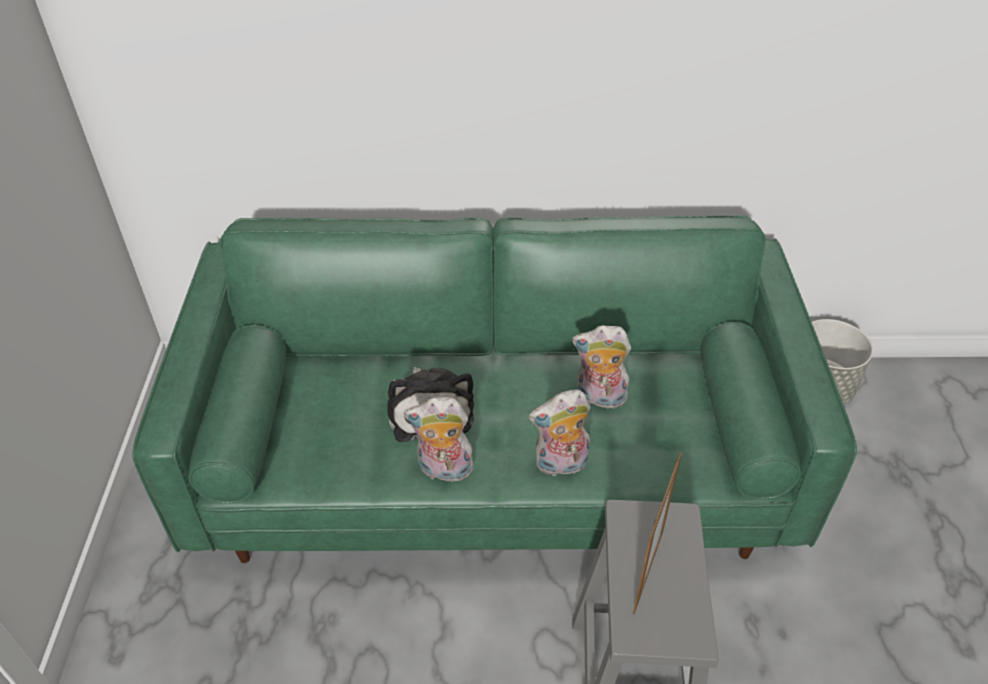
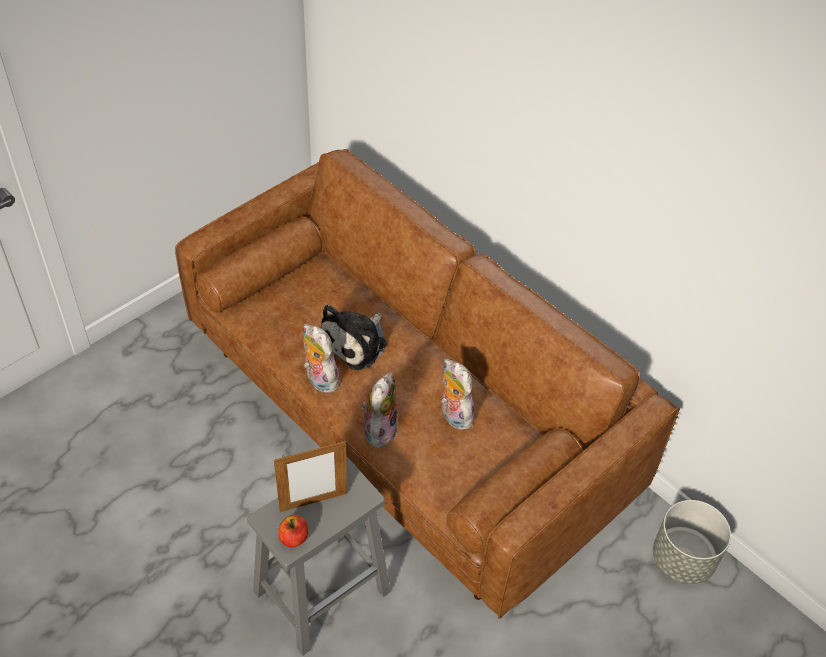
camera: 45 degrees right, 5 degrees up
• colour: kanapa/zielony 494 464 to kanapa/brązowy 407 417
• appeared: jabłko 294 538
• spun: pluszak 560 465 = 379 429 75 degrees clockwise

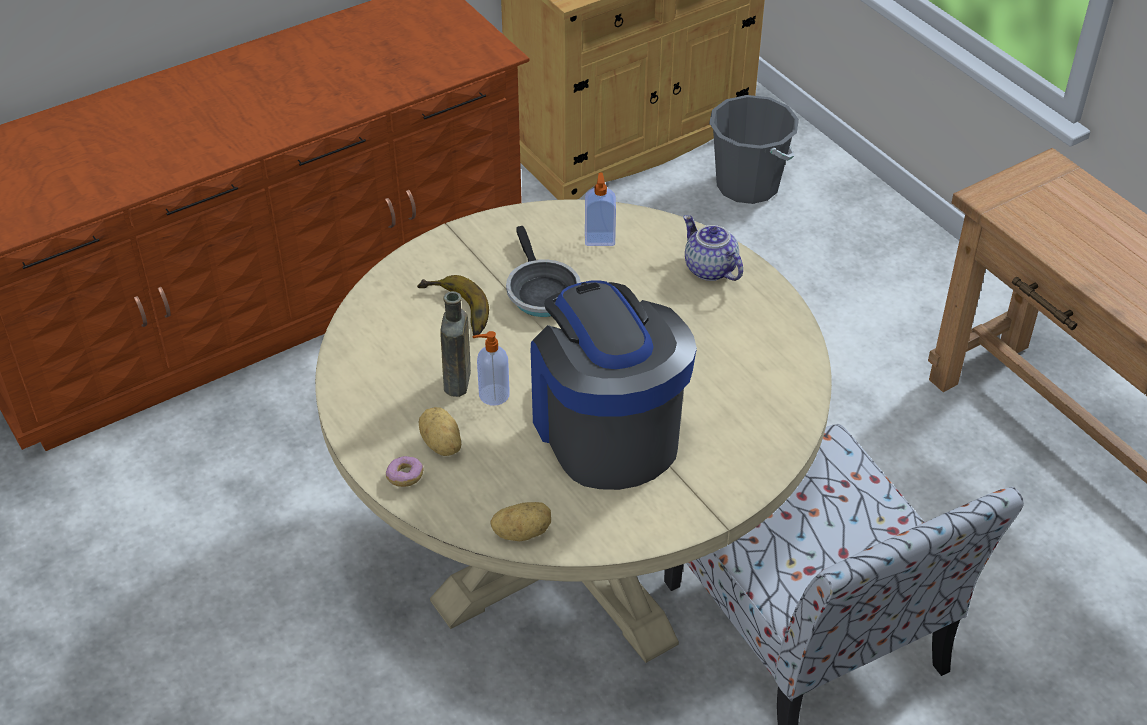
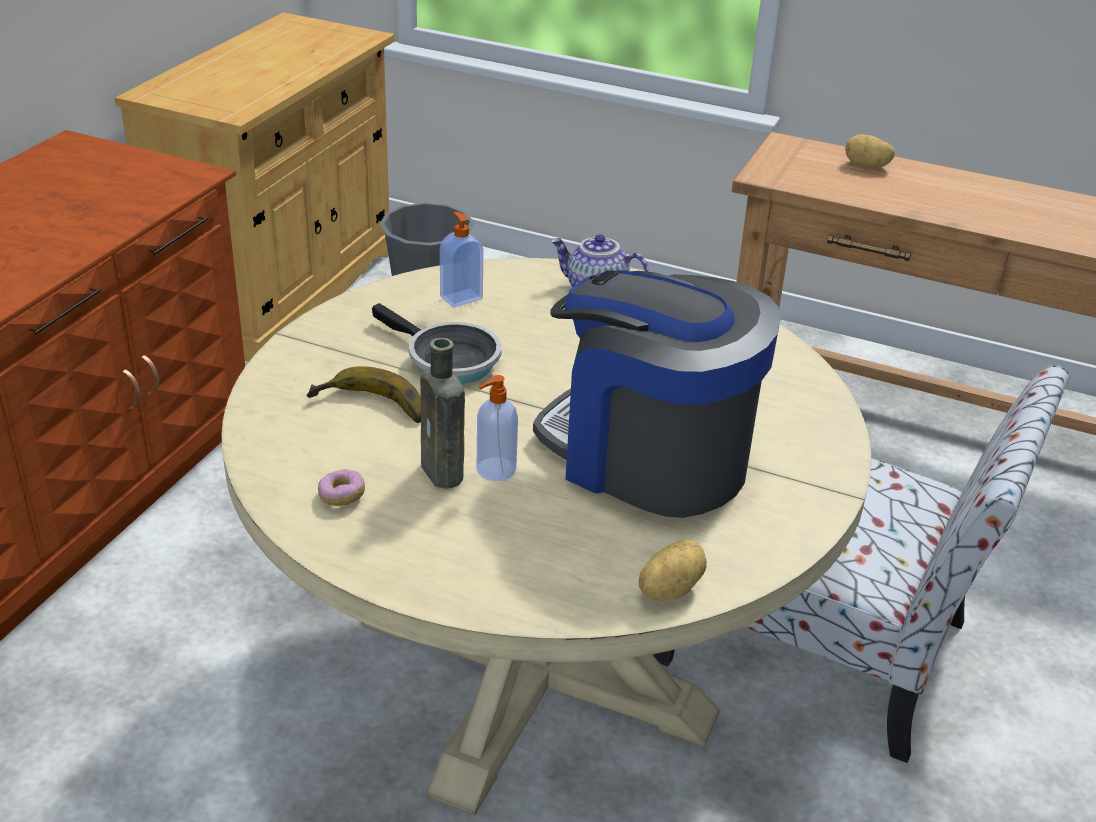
camera: 35 degrees left, 10 degrees down
• relocated: donut 405 477 to 342 496
• relocated: ziemniak 440 445 to 866 166

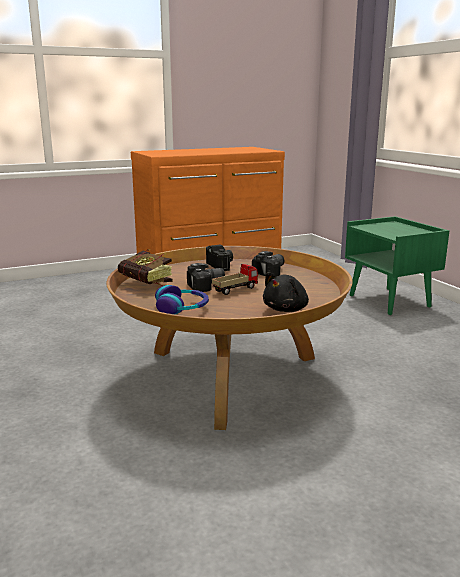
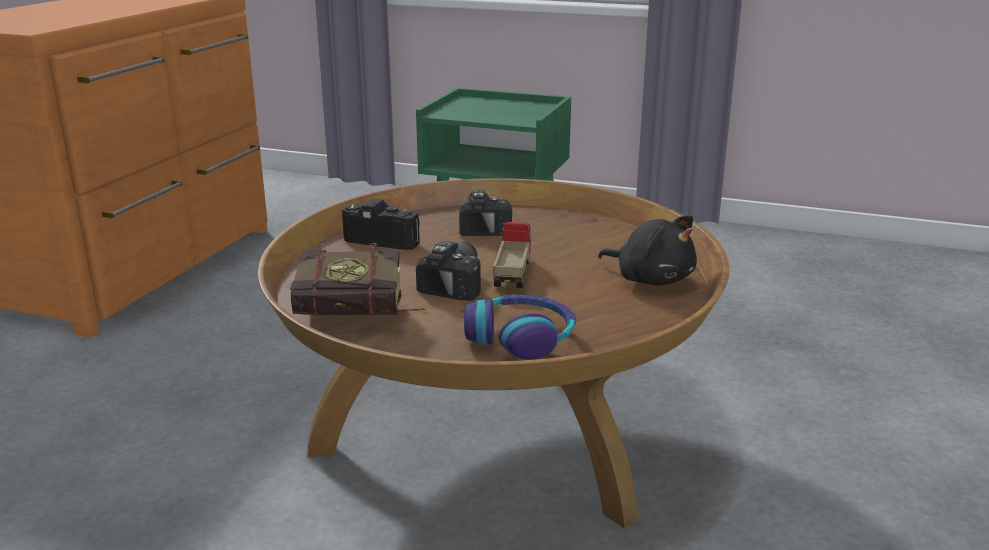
camera: 45 degrees left, 5 degrees up
• spun: pluszak/czarny 287 309 = 651 279 45 degrees counterclockwise

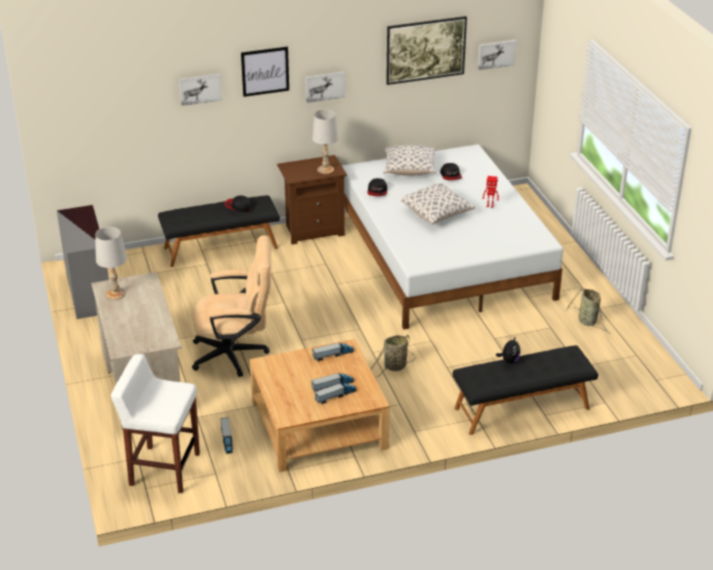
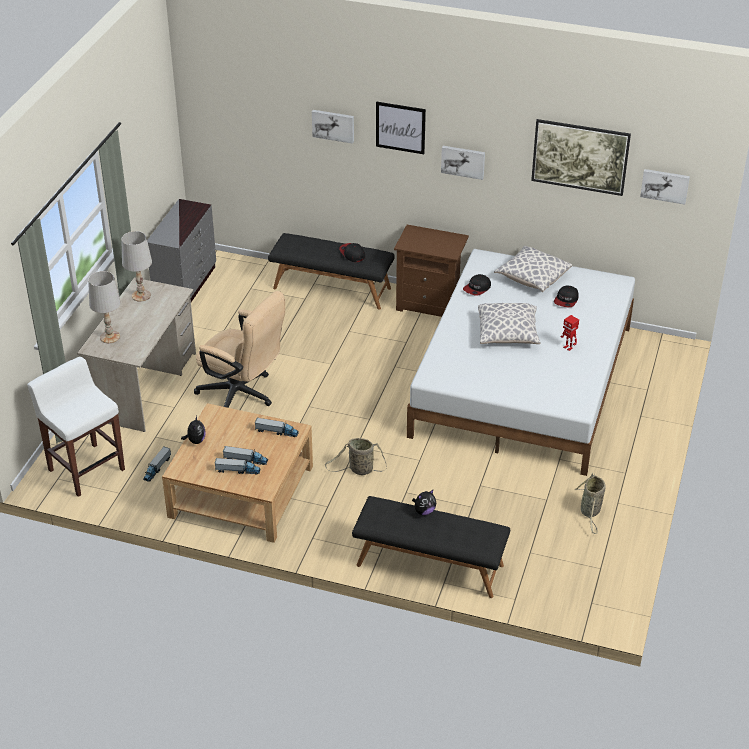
camera: 35 degrees right, 5 degrees up
• relocated: lampa stołowa/biały 325 169 to 110 337
• appeared: pluszak 195 441

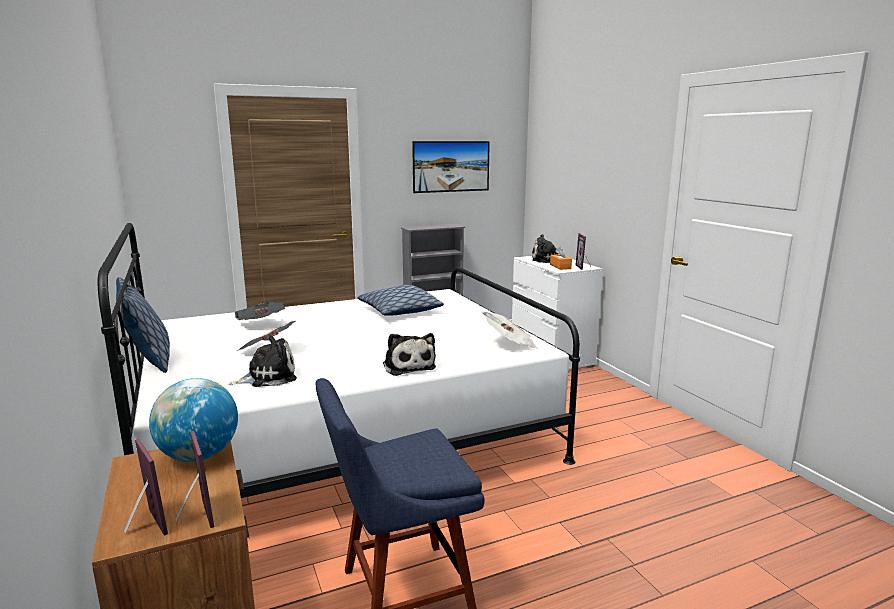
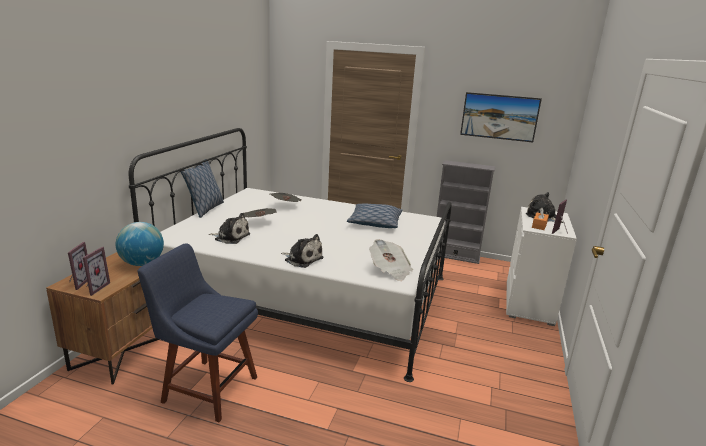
camera: 40 degrees right, 5 degrees up
• spun: pluszak 408 366 = 302 259 75 degrees counterclockwise

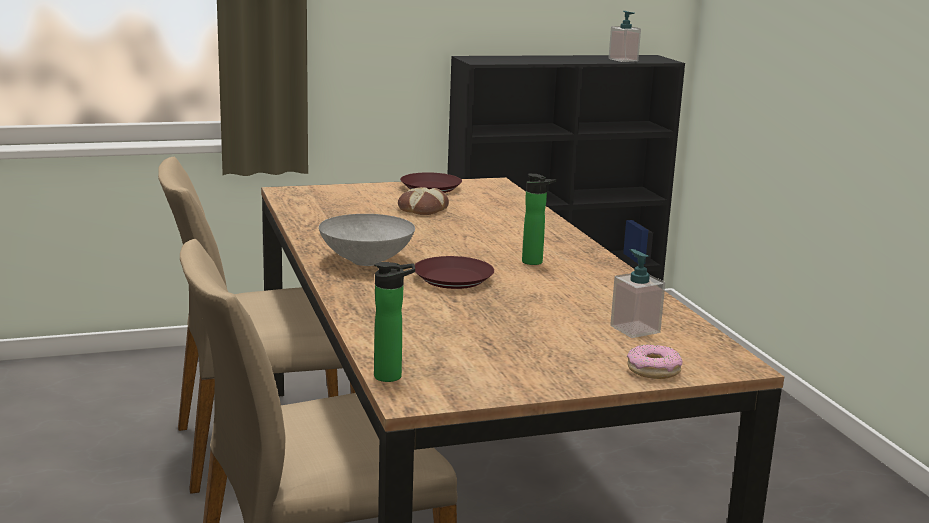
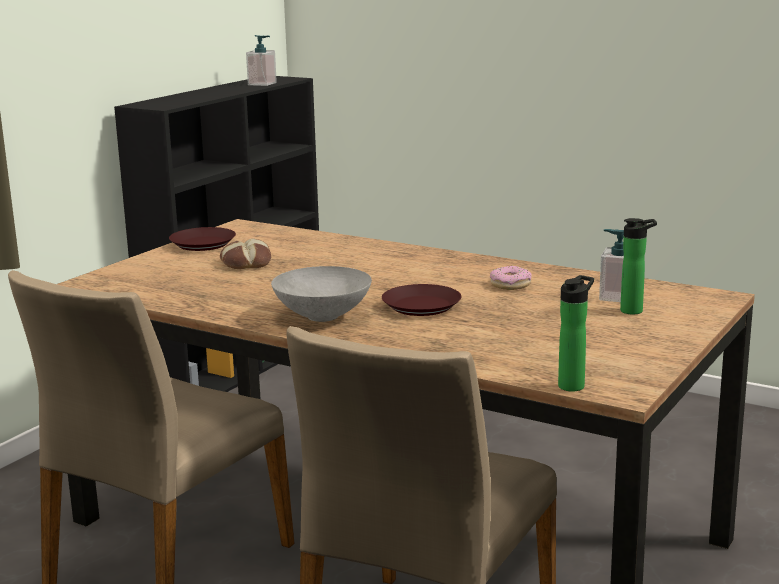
camera: 40 degrees left, 0 degrees up
• relocated: donut 653 370 to 510 285
• relocated: butelka 535 263 to 635 311

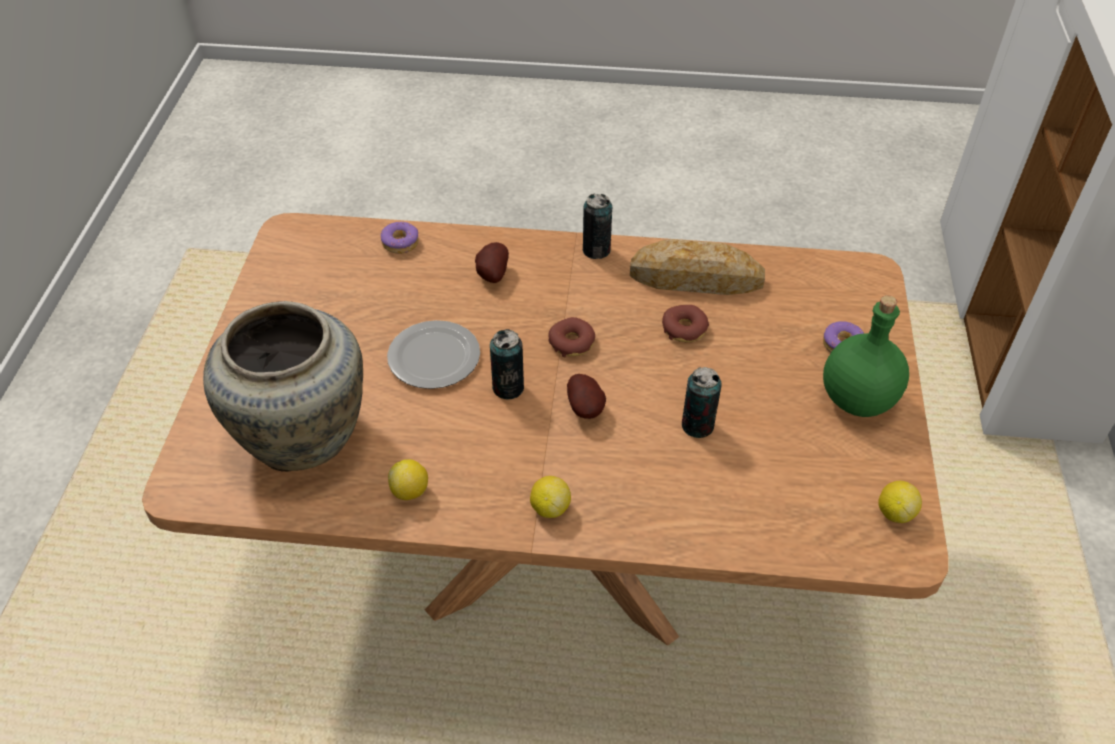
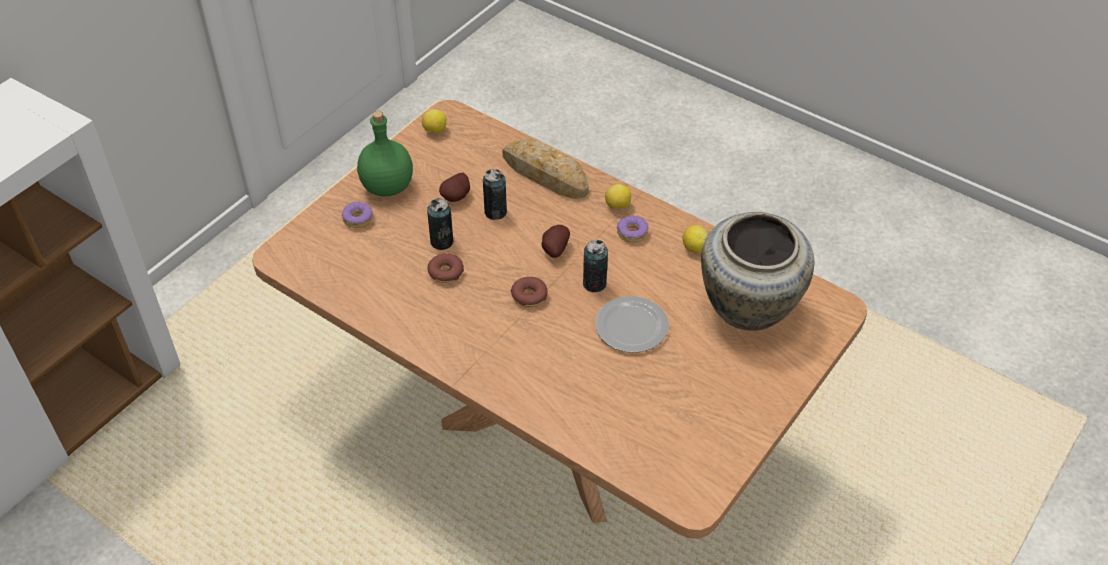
camera: 150 degrees left, 0 degrees up
• relocated: puszka 596 250 to 442 242
• relocated: ziemniak 491 274 to 457 197
• relocated: chleb 696 278 to 545 174
• relocated: donut 401 243 to 632 233

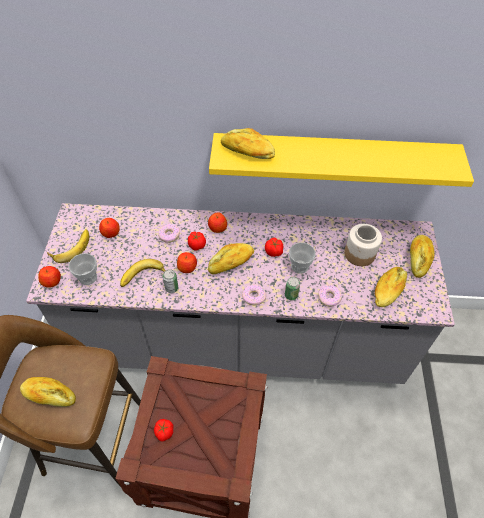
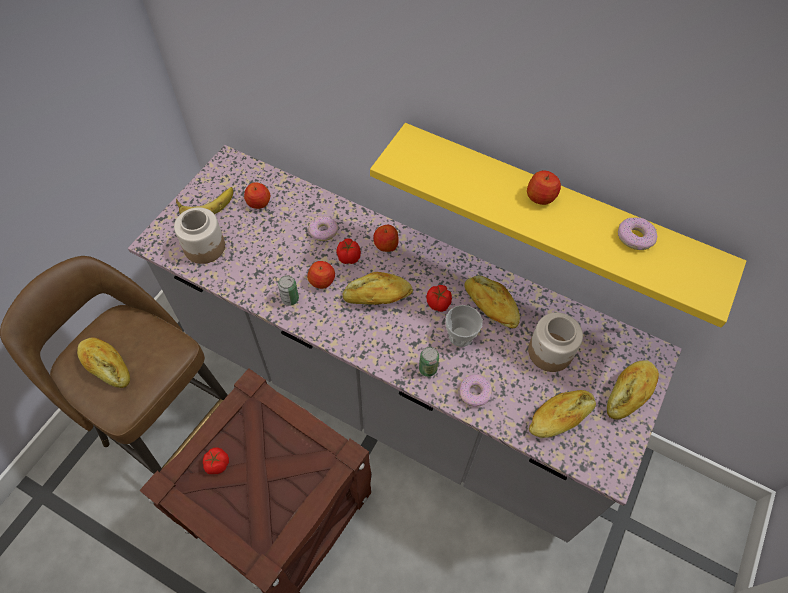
camera: 25 degrees right, 5 degrees up
• exchanged: filiżanka 88 277 to słoik 205 247
• relocated: chleb 247 152 to 490 306
• relocated: jabłko 52 281 to 541 196
• relocated: donut 253 296 to 635 237
• missing: banan 143 278

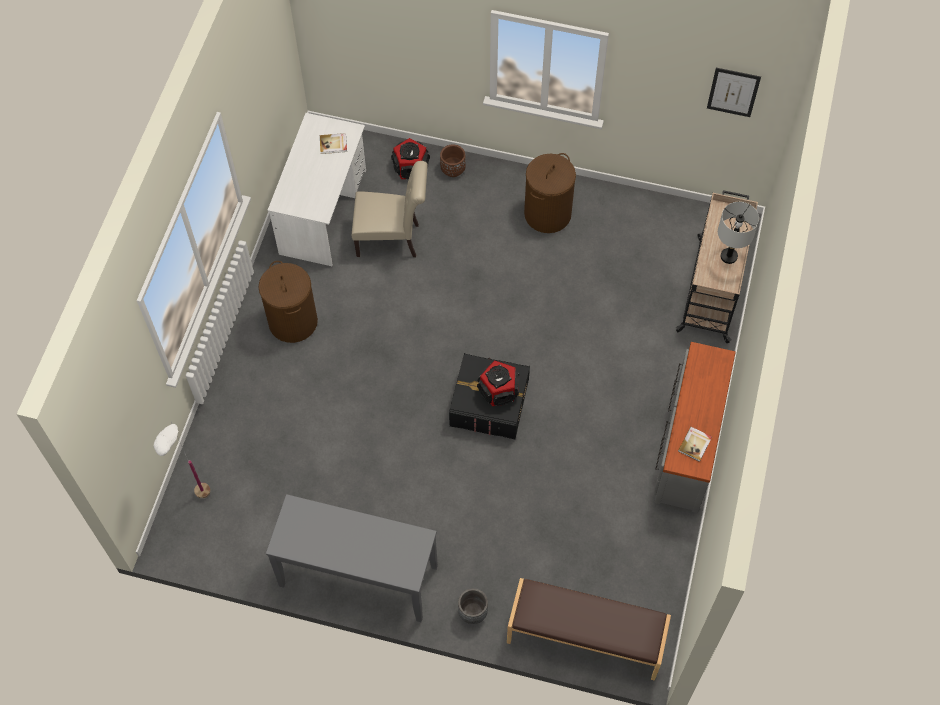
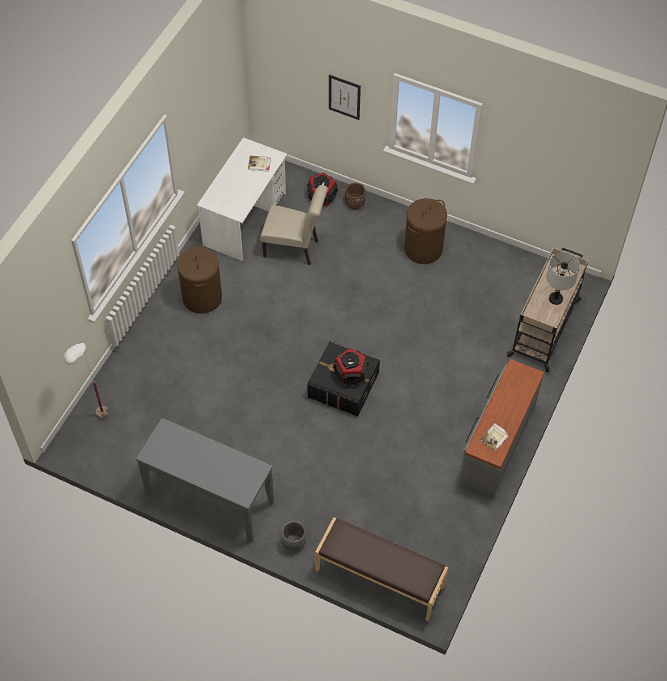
camera: 10 degrees right, 5 degrees down
• relocated: obraz 733 92 to 344 97

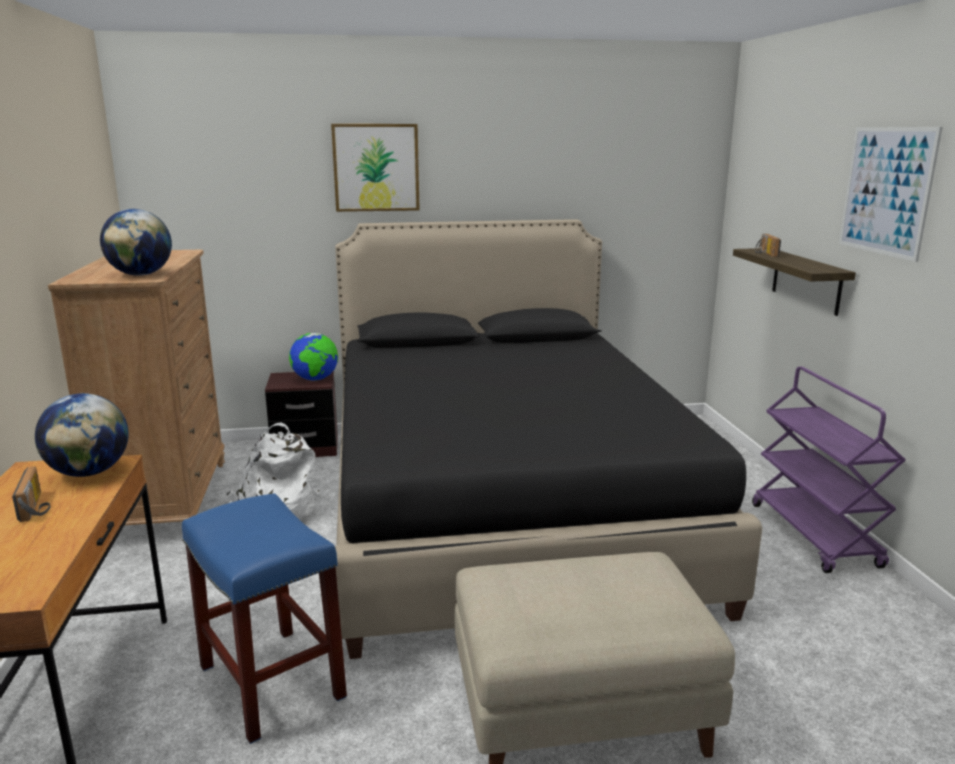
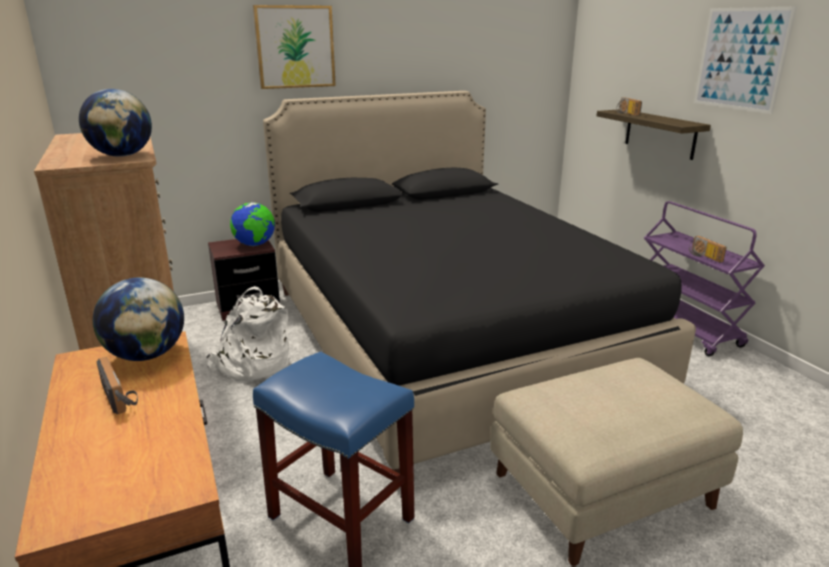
camera: 15 degrees left, 5 degrees up
• appeared: radio 703 256

